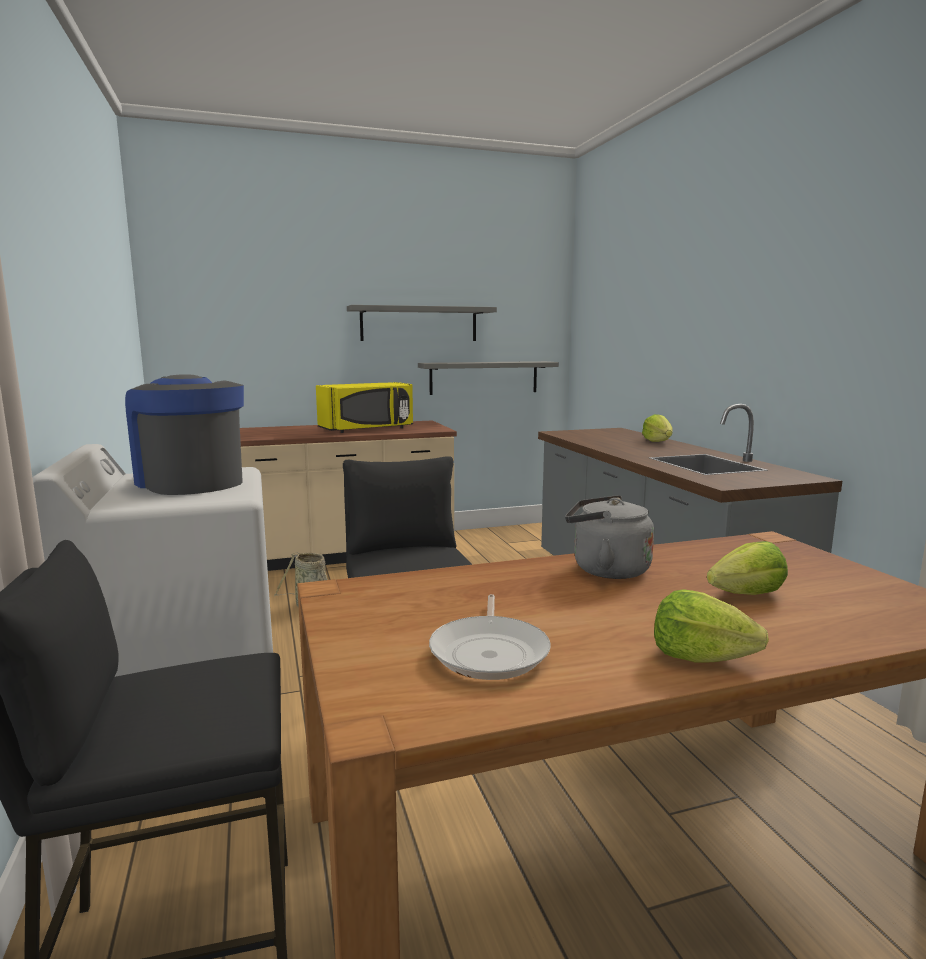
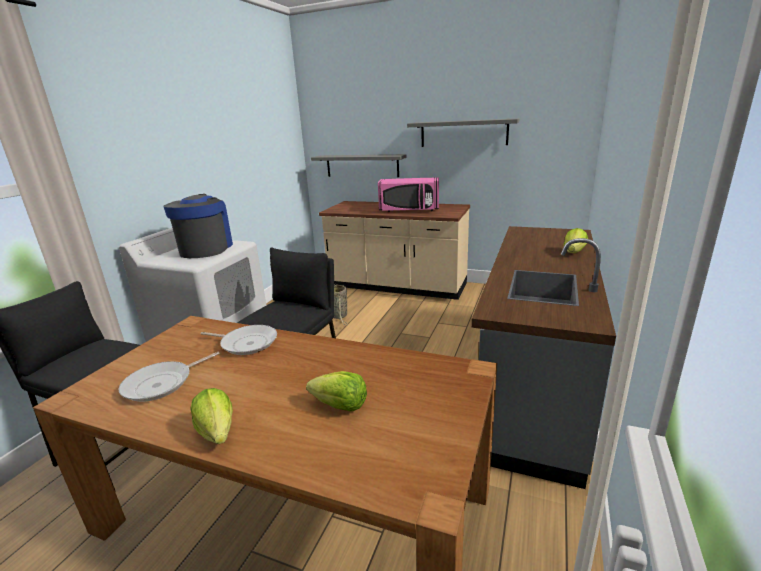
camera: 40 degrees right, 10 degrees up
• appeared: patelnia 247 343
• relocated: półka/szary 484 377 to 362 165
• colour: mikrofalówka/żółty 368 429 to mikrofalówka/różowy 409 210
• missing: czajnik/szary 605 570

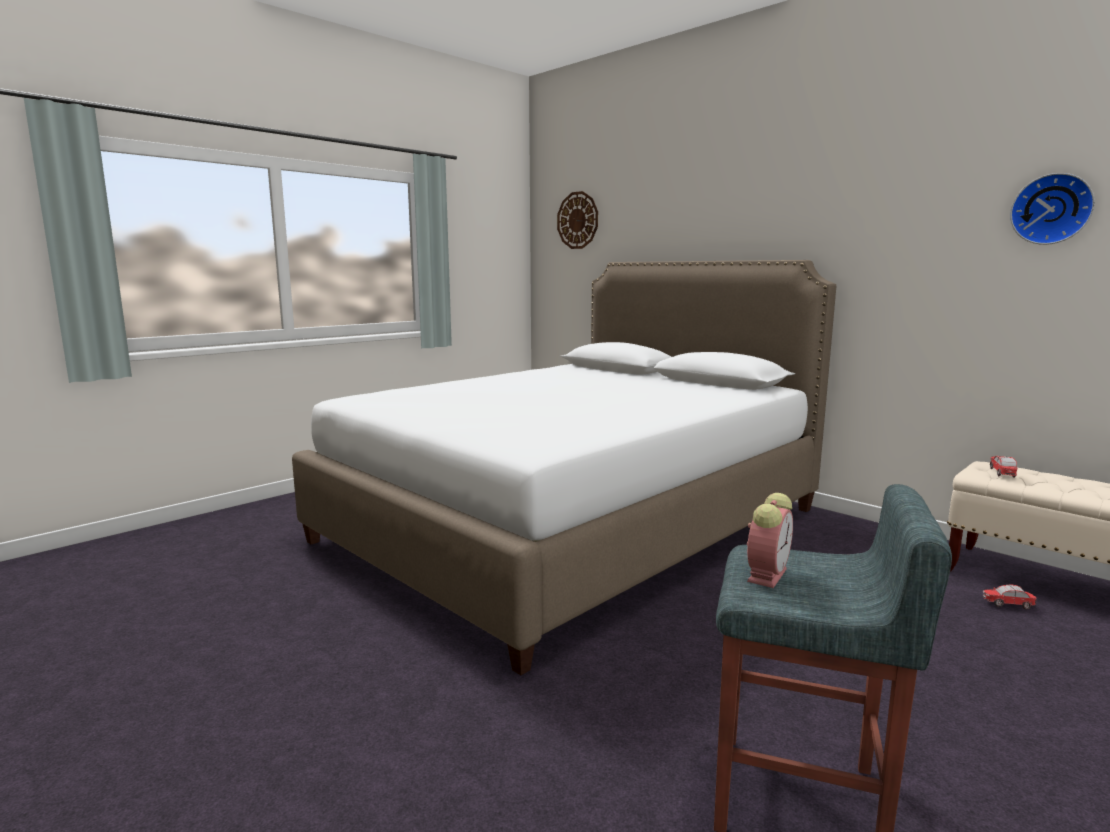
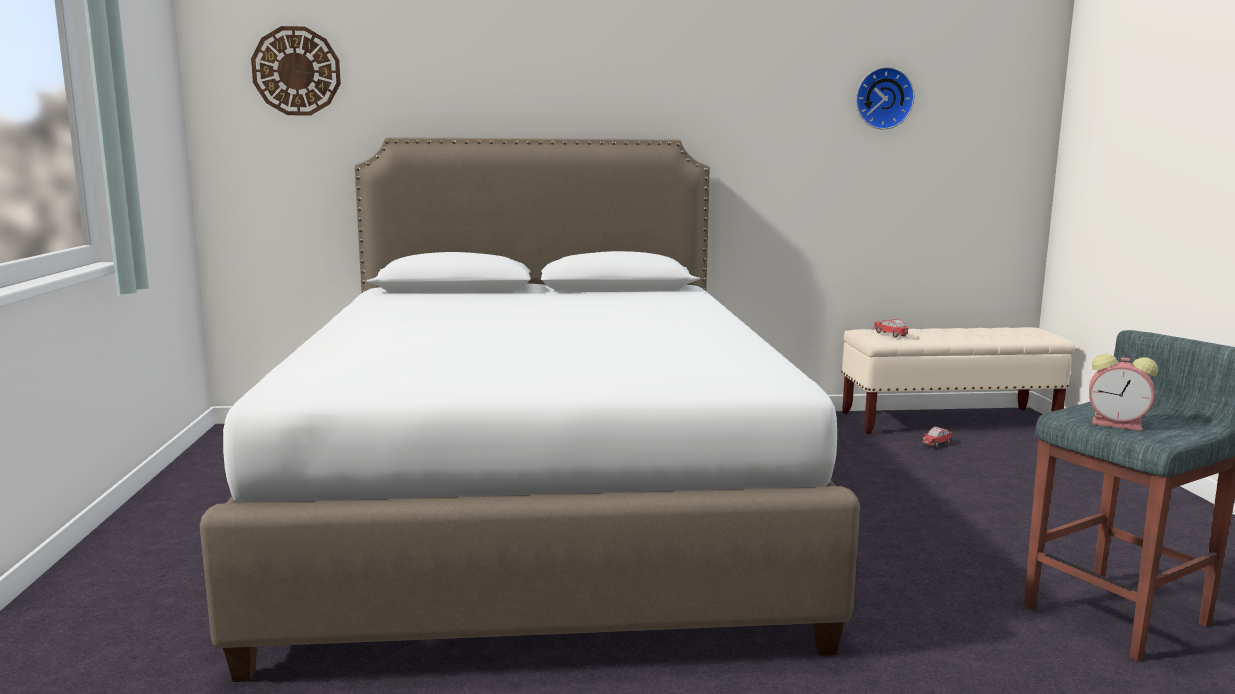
camera: 50 degrees left, 0 degrees up
• spun: budzik 767 574 = 1119 424 135 degrees clockwise

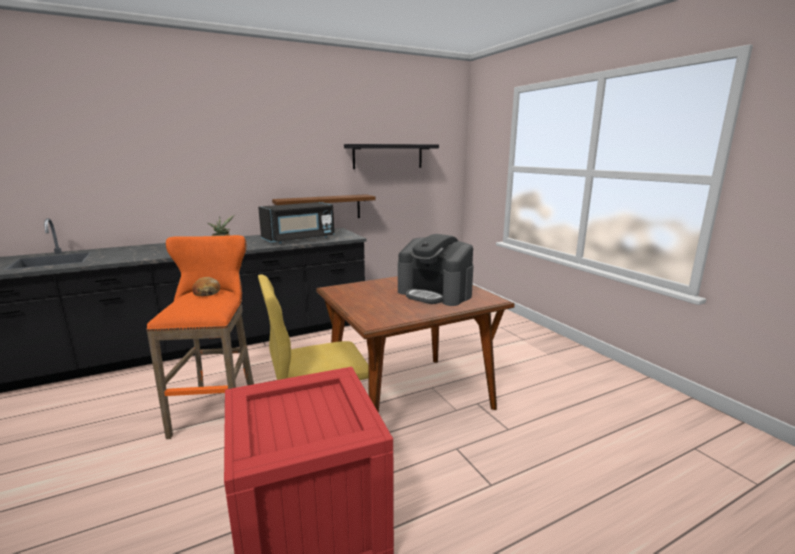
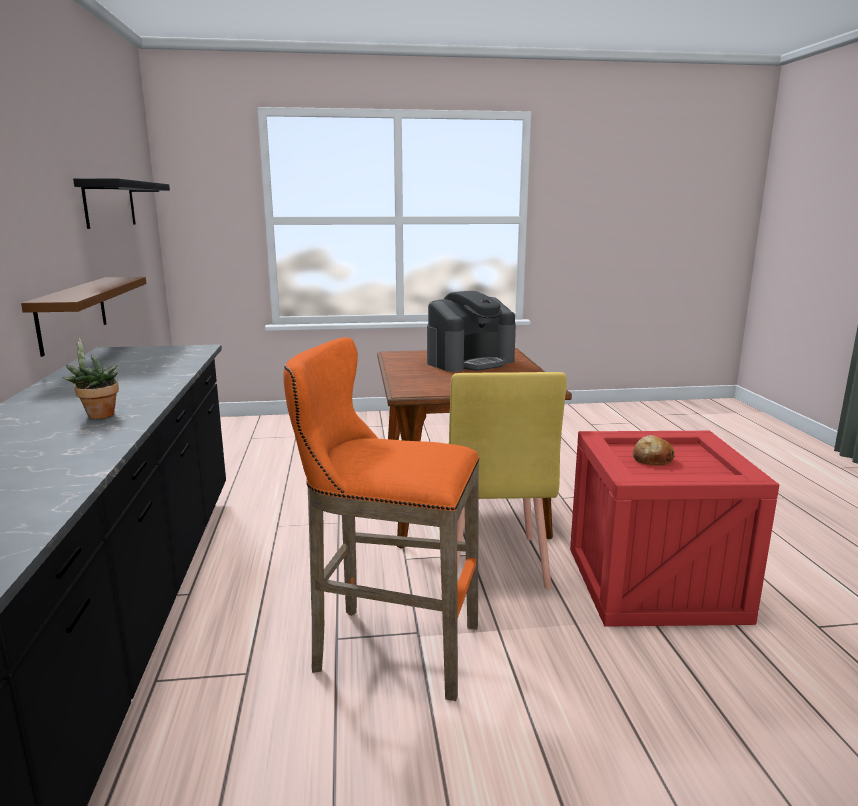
camera: 70 degrees left, 0 degrees up
• relocated: chleb 206 292 to 652 459
• missing: mikrofalówka/czarny 299 239

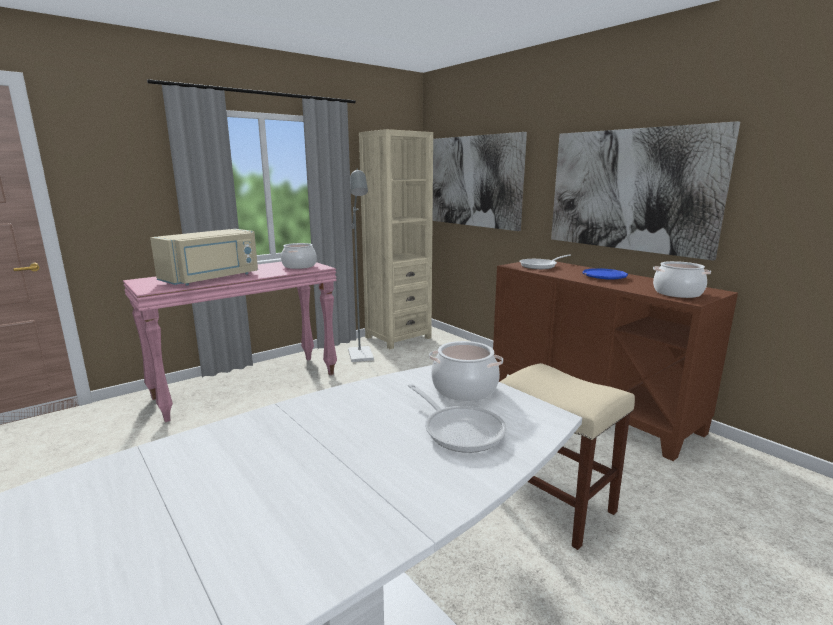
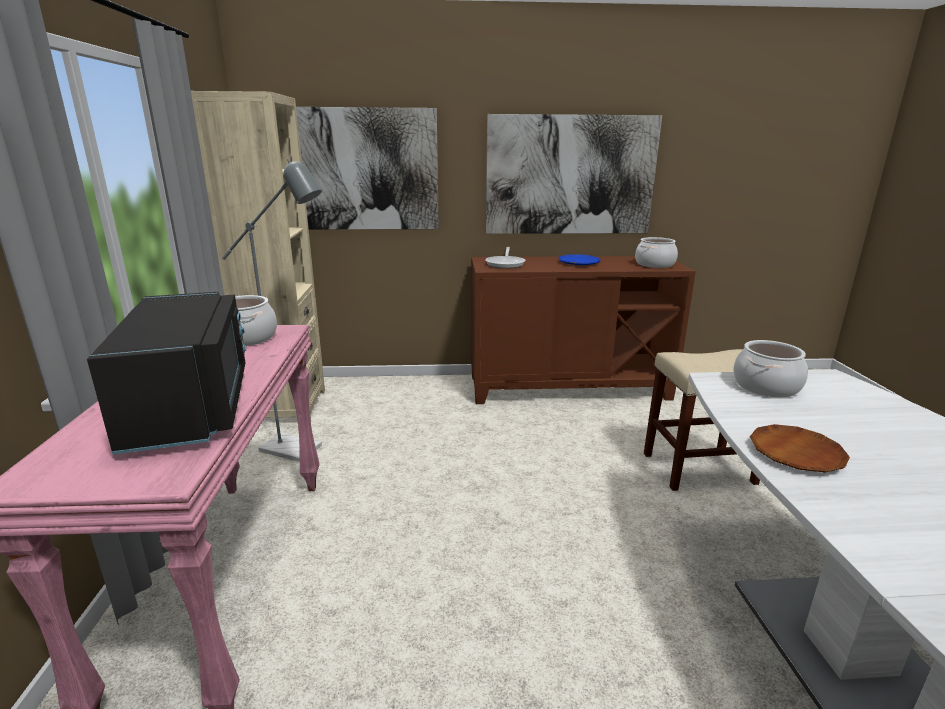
camera: 55 degrees left, 5 degrees up
• colour: mikrofalówka/beżowy 212 278 to mikrofalówka/czarny 193 406
• appeared: talerz/brązowy 796 453
• missing: patelnia 459 430

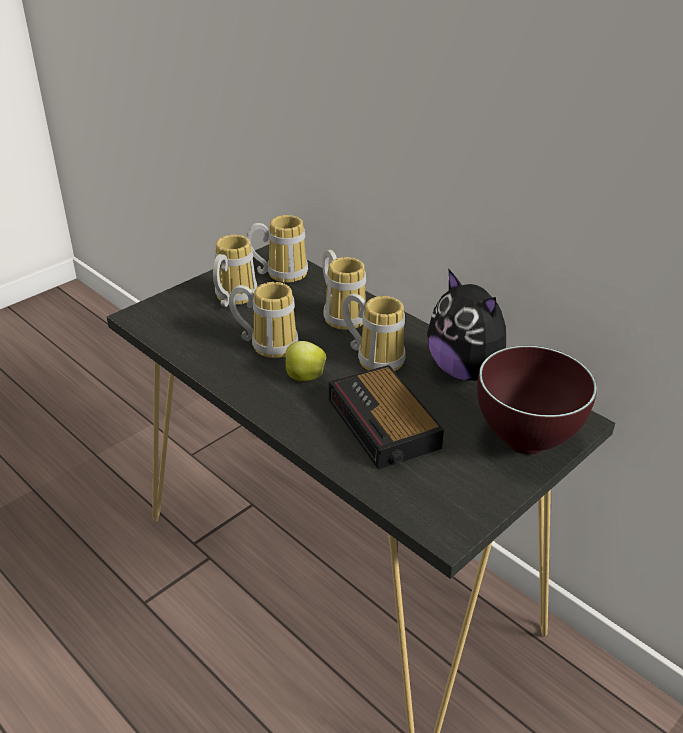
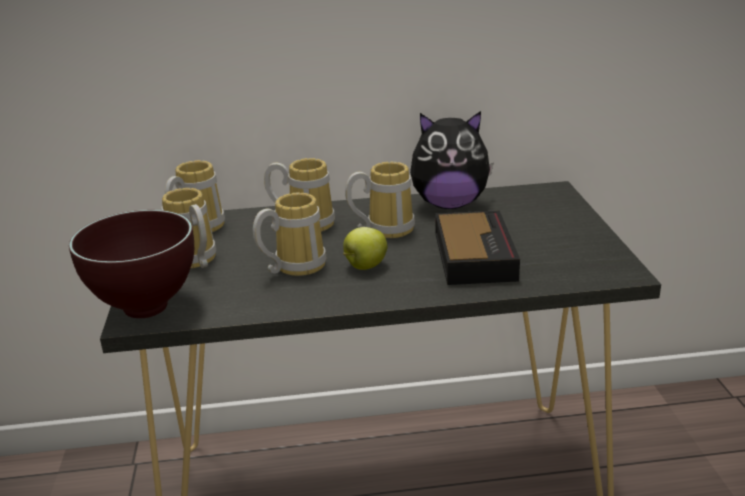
camera: 50 degrees left, 10 degrees down
• relocated: miska/brązowy 523 440 to 143 308
• spun: budzik 384 425 = 474 254 105 degrees counterclockwise

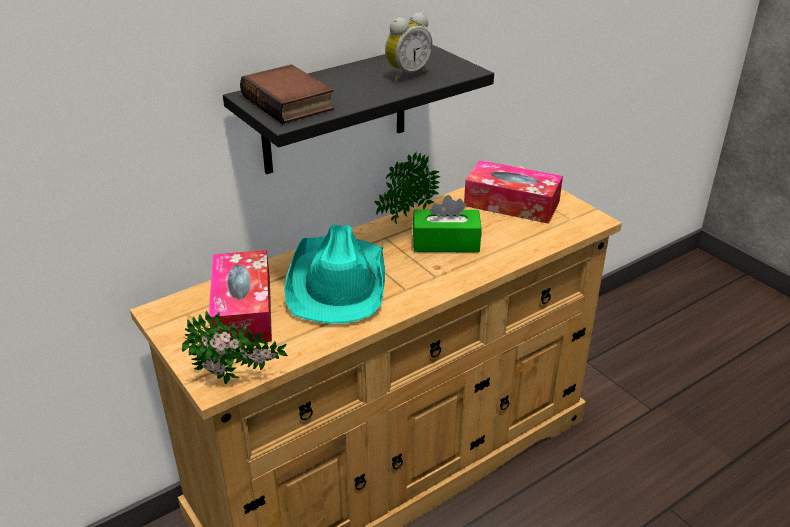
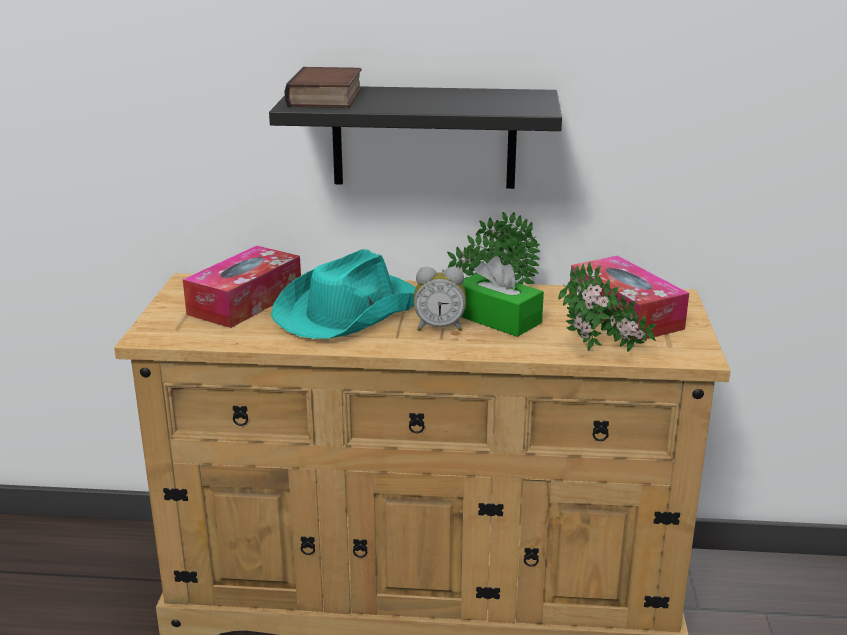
camera: 40 degrees right, 10 degrees down
• relocated: budzik 406 74 to 439 327
• relocated: roślina doniczkowa 238 379 to 602 351

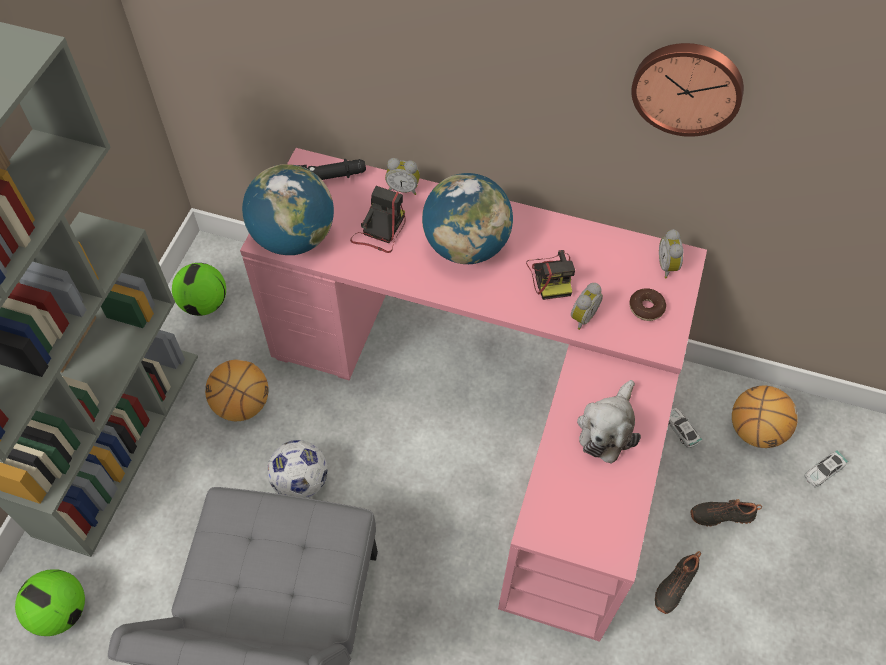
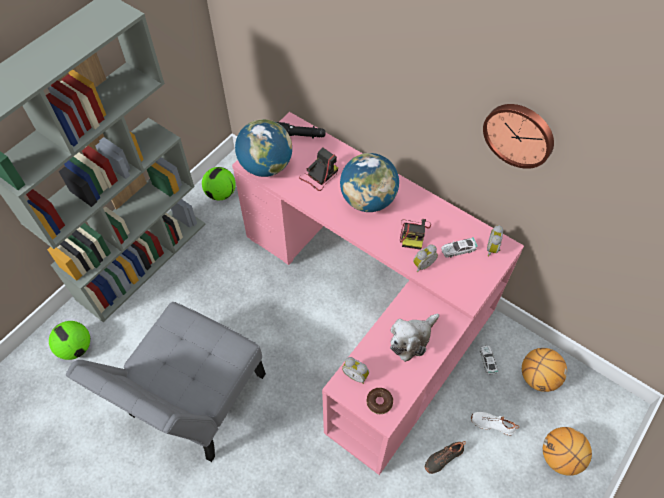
camera: 20 degrees right, 0 degrees up
• relocated: budzik 403 188 to 356 375
• relocated: donut 646 308 to 379 402
• relocated: samochodzik 823 471 to 458 249
• colour: but/czarny 721 514 to but/biały 492 423
• relocated: piłka do koszykówki 242 405 to 560 457
• missing: piłka futbolowa 300 481

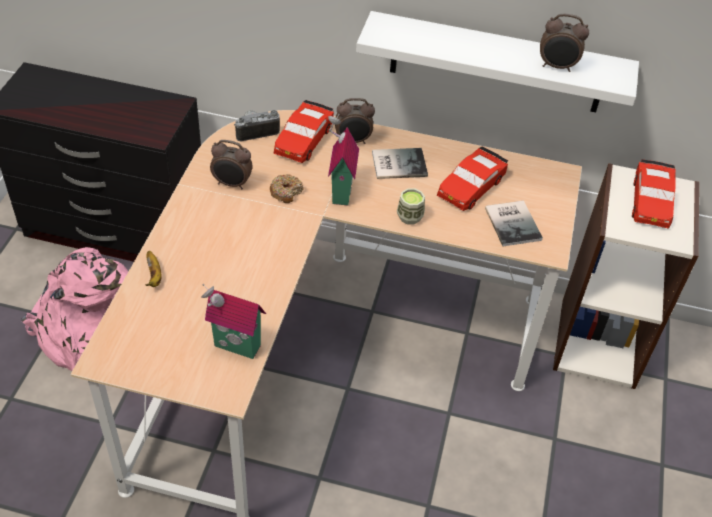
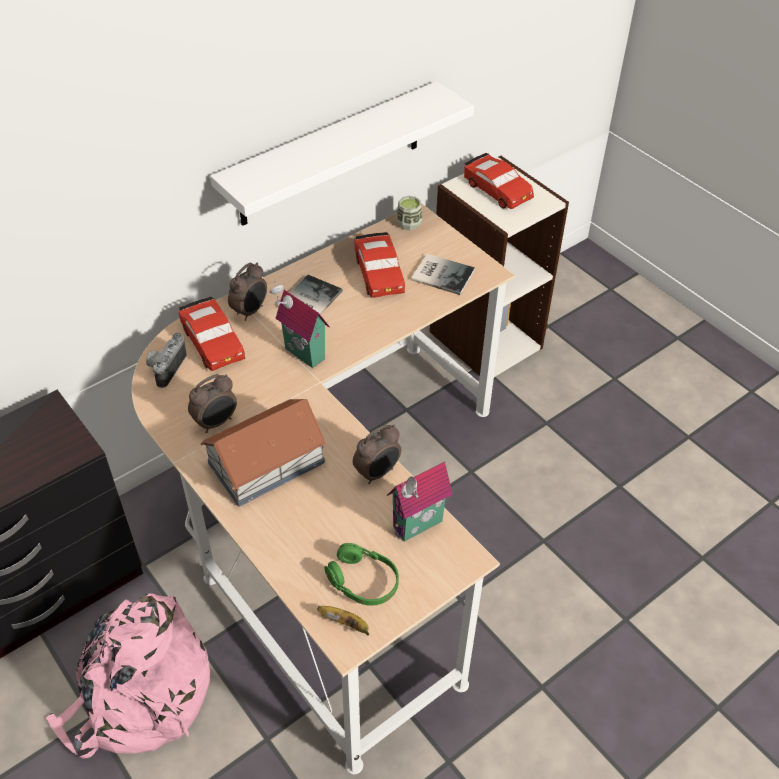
camera: 50 degrees left, 0 degrees up
• appeared: domek 268 462
• relocated: banan 154 276 to 346 624
• appeared: słuchawki/zielony 362 581
• relocated: budzik 557 67 to 378 473
• relocated: filiżanka 409 217 to 409 224
• missing: donut 286 192

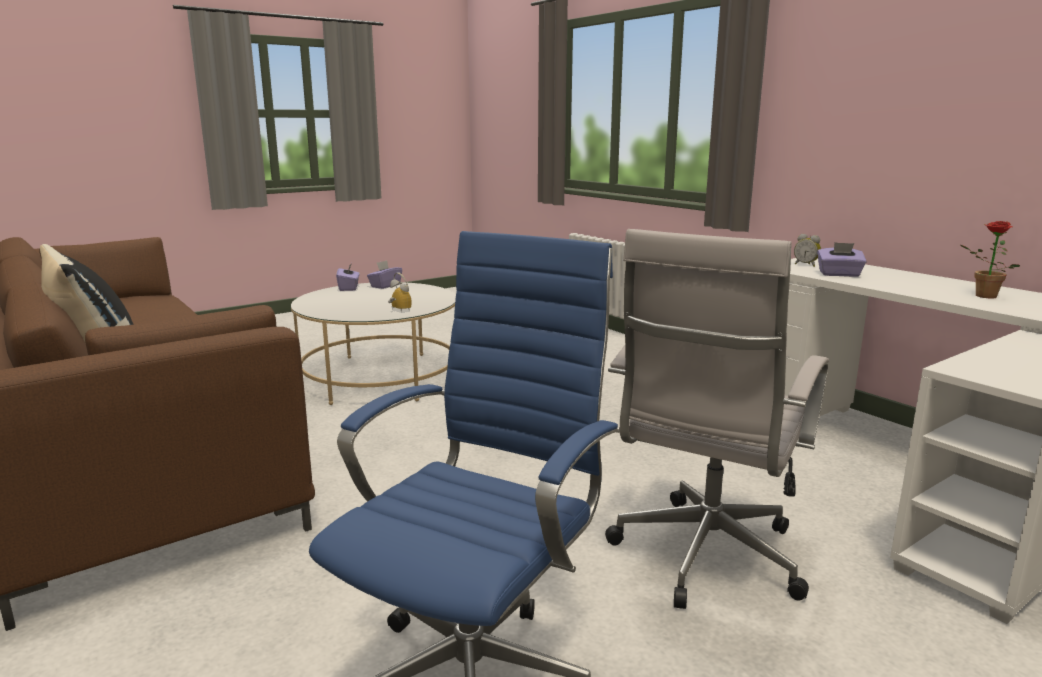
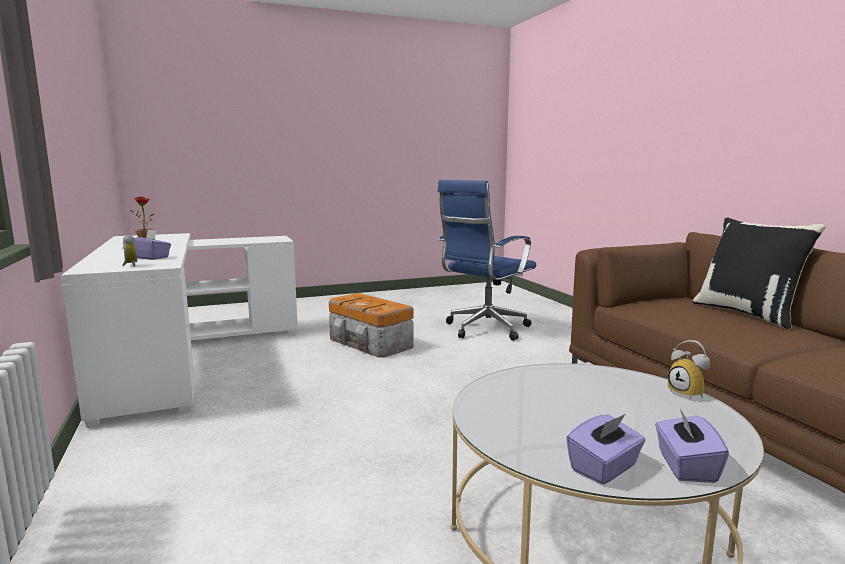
camera: 165 degrees left, 5 degrees down
• exchanged: krzesło biurowe/biały 704 559 to pojemnik do przechowywania 370 343
• relocated: budzik 398 310 to 689 393

